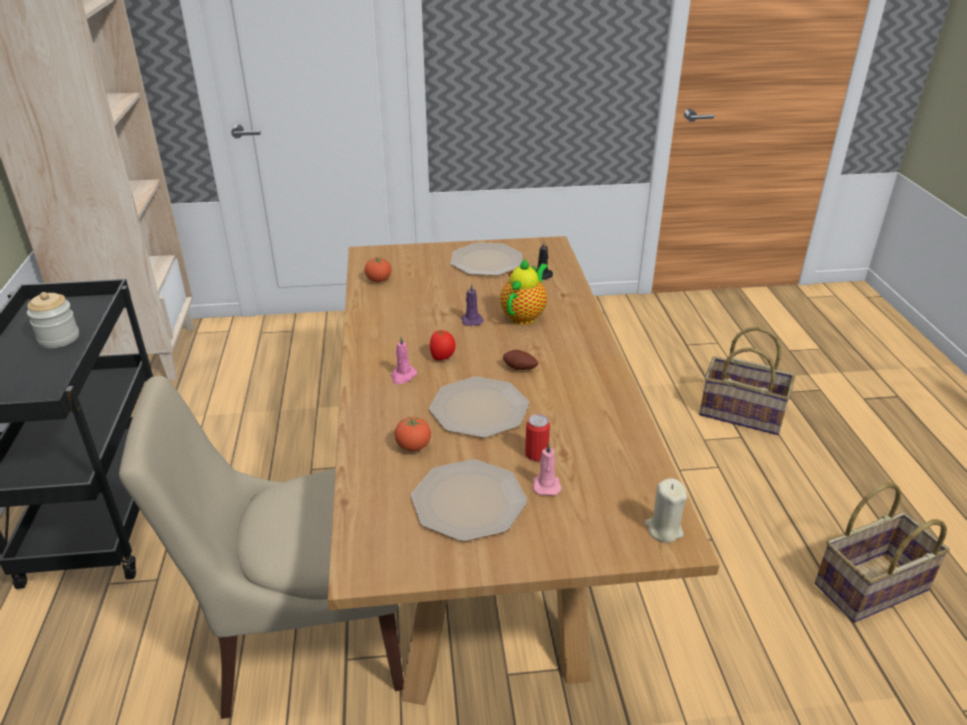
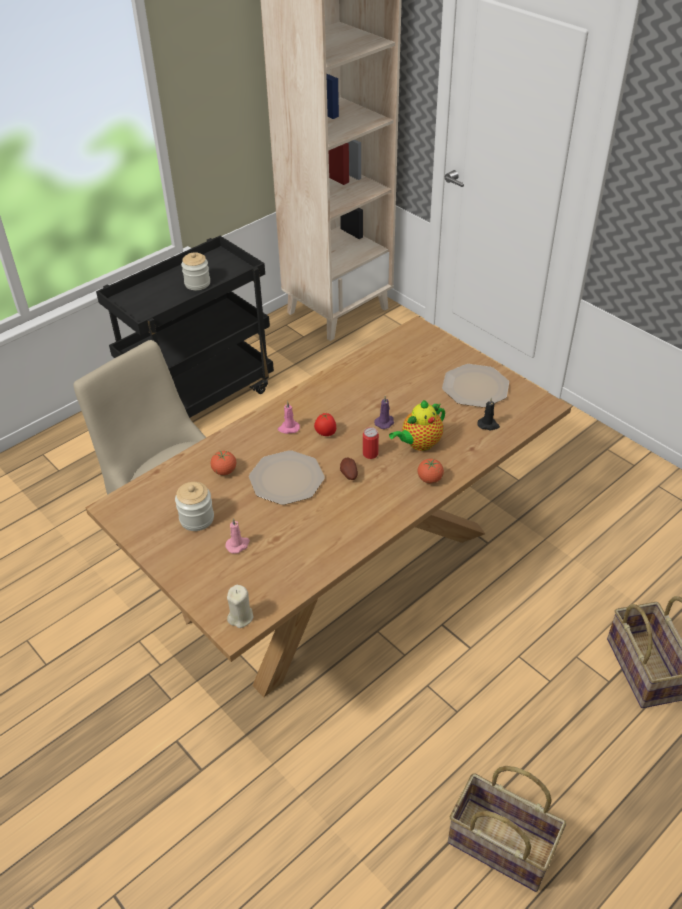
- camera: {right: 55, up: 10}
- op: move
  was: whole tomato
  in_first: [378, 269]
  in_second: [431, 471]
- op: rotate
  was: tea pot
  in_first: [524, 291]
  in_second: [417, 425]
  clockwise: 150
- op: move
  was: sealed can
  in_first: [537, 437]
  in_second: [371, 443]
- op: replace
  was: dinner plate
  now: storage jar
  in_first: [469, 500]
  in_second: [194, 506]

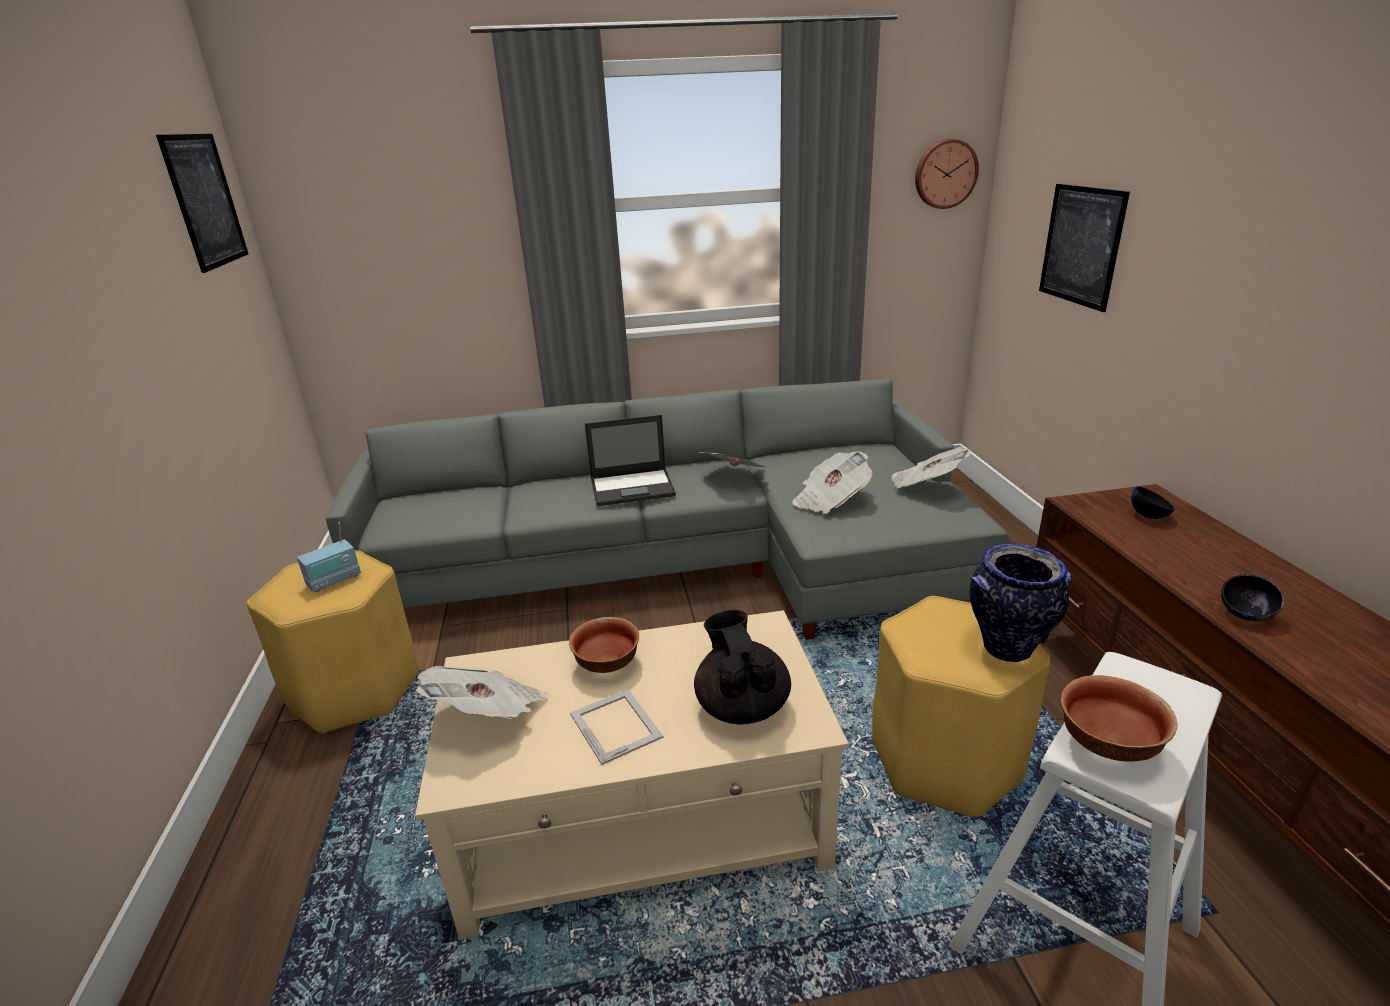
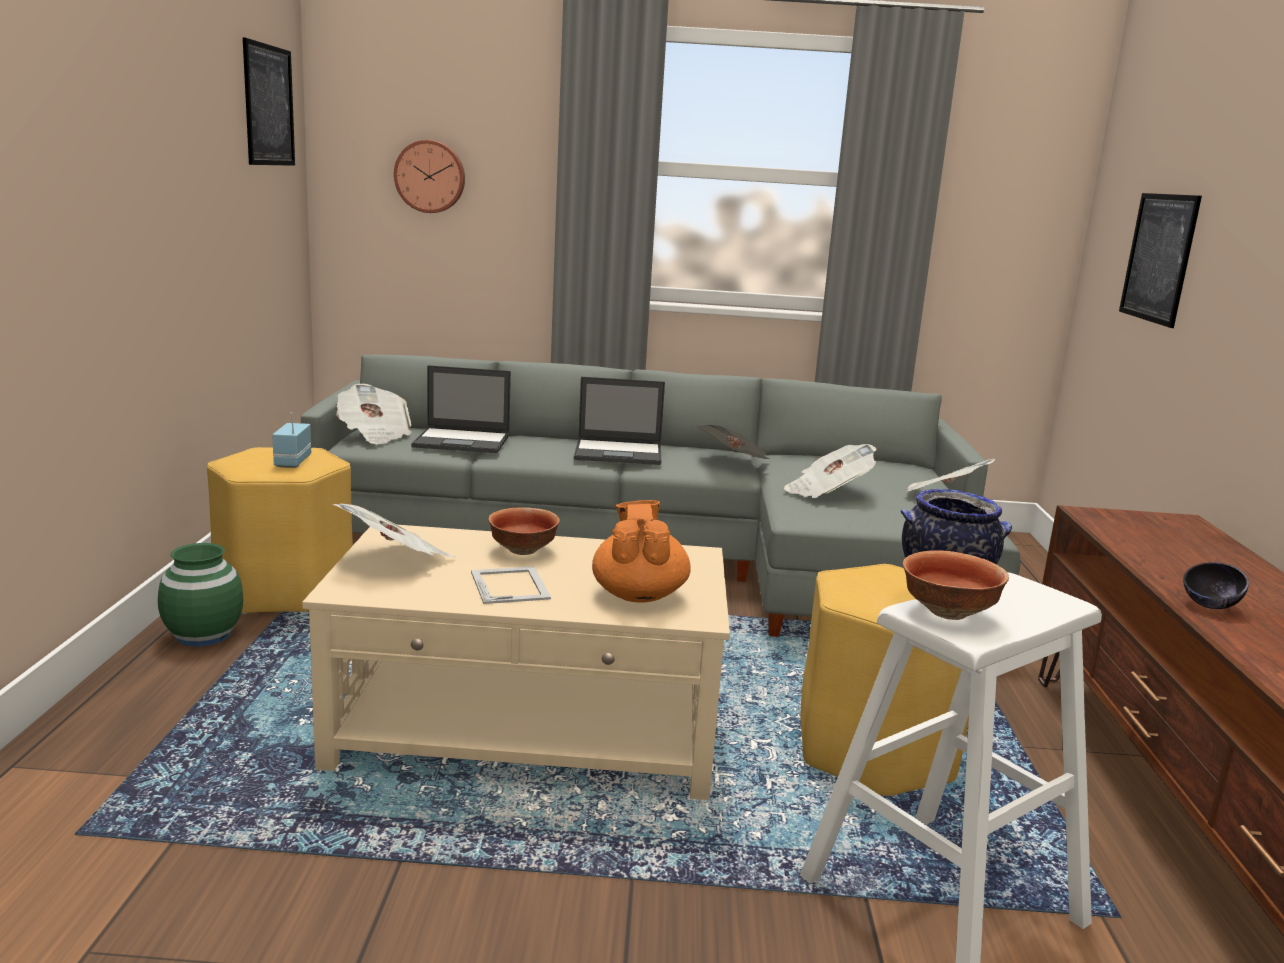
- camera: {right: 10, up: -10}
- op: move
  was: clock on the wall
  in_first: [947, 174]
  in_second: [429, 176]
- op: delete
  was: deep dish (black-coloured)
  in_first: [1153, 502]
- op: rotate
  was: radio
  in_first: [329, 557]
  in_second: [291, 440]
  clockwise: 120
- op: recolor
  was: tea pot (black-coloured)
  now: tea pot (orange-coloured)
  in_first: [742, 667]
  in_second: [641, 551]
- op: insert
  now: notebook computer
  in_second: [461, 409]
- op: insert
  now: printed paper
  in_second: [374, 414]
- op: insert
  now: flower vase (greenish)
  in_second: [200, 595]

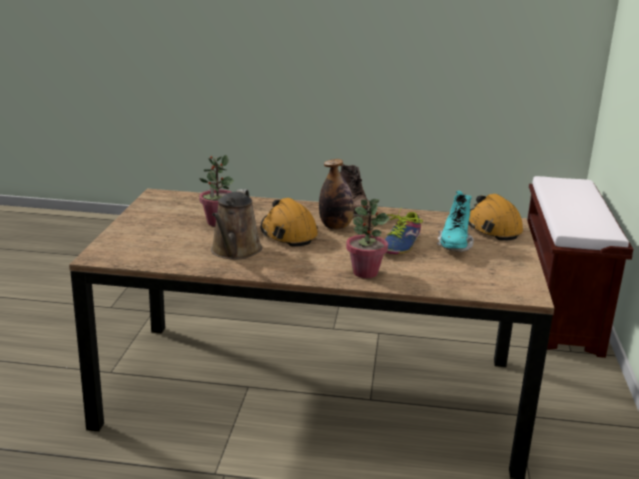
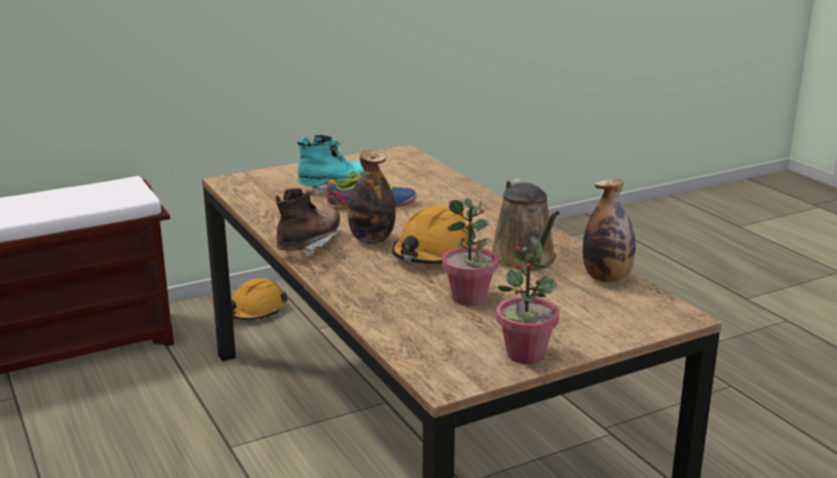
- camera: {right: -125, up: 0}
- op: rotate
  was: watering can (brown-coloured)
  in_first: [236, 224]
  in_second: [526, 225]
  clockwise: 105
- op: move
  was: safety helmet (orange-coloured)
  in_first: [495, 217]
  in_second: [259, 299]
- op: move
  was: houseplant
  in_first: [367, 238]
  in_second: [527, 302]
- op: insert
  now: beverage bottle
  in_second: [609, 230]

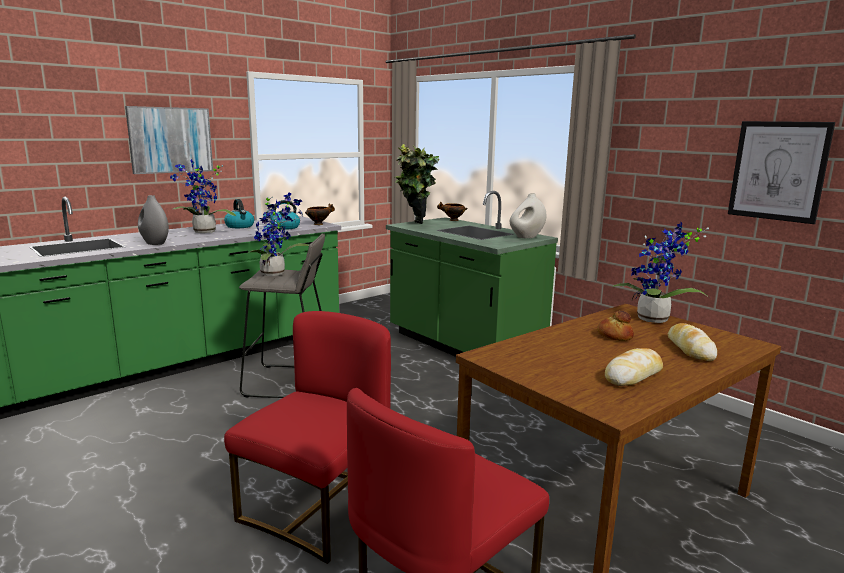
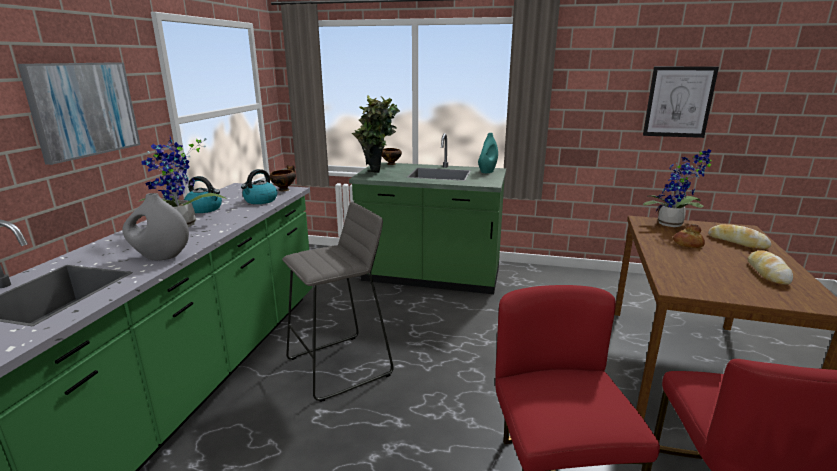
- camera: {right: -35, up: 5}
- op: delete
  was: houseplant
  in_first: [278, 234]
- op: recolor
  was: flower vase (white)
  now: flower vase (blue-green)
  in_first: [528, 215]
  in_second: [488, 153]

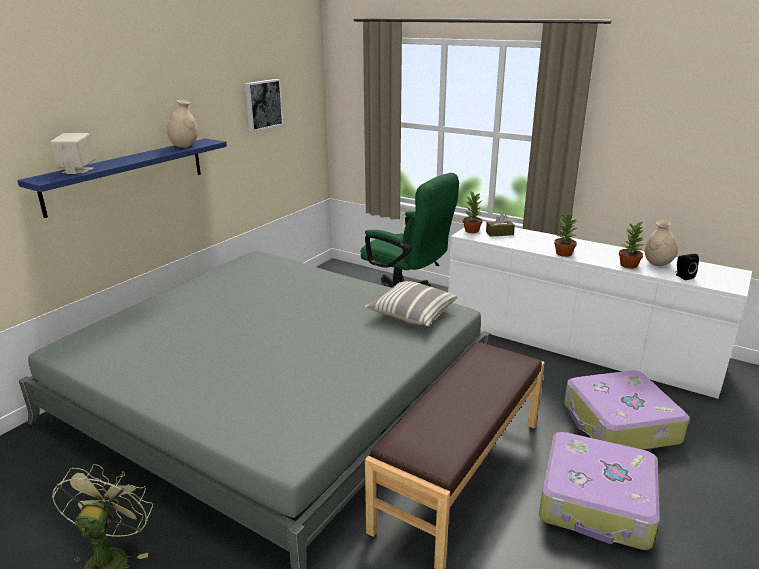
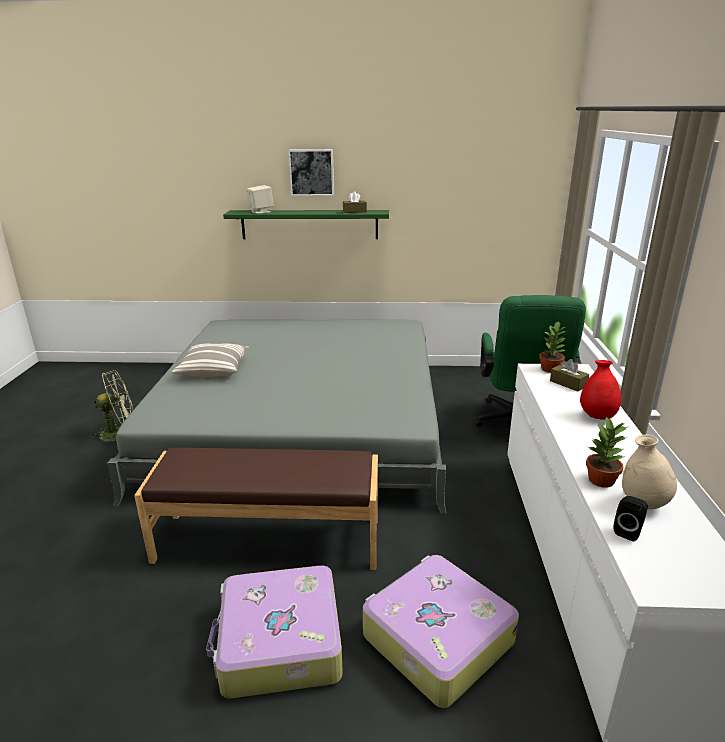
- camera: {right: 60, up: 0}
- op: move
  was: picture
  in_first: [264, 105]
  in_second: [311, 172]
- op: replace
  was: flower vase (beige)
  now: tissue box (brown-coloured)
  in_first: [182, 124]
  in_second: [355, 202]
- op: recolor
  was: shelf (bluish)
  now: shelf (greenish)
  in_first: [122, 178]
  in_second: [306, 224]
- op: delete
  was: houseplant
  in_first: [565, 234]
- op: move
  was: throw pillow
  in_first: [411, 303]
  in_second: [210, 360]
- op: insert
  now: flower vase (reddish)
  in_second: [600, 390]

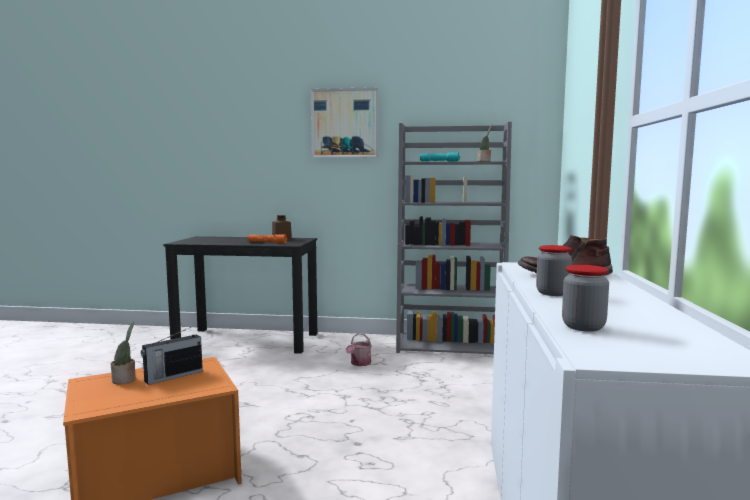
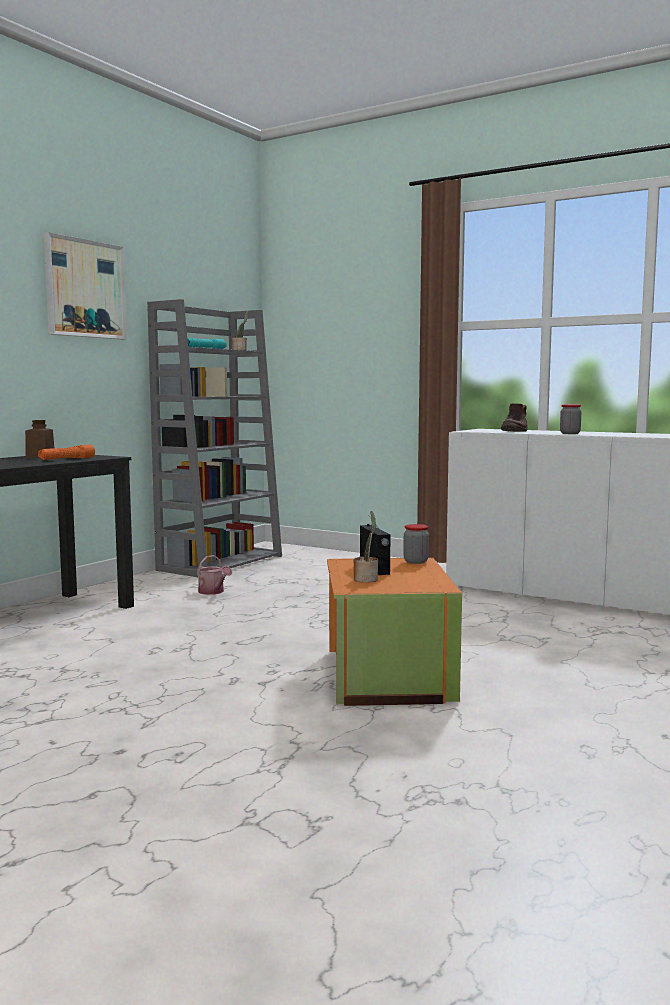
- camera: {right: -65, up: 0}
- op: move
  was: storage jar
  in_first: [585, 298]
  in_second: [416, 544]

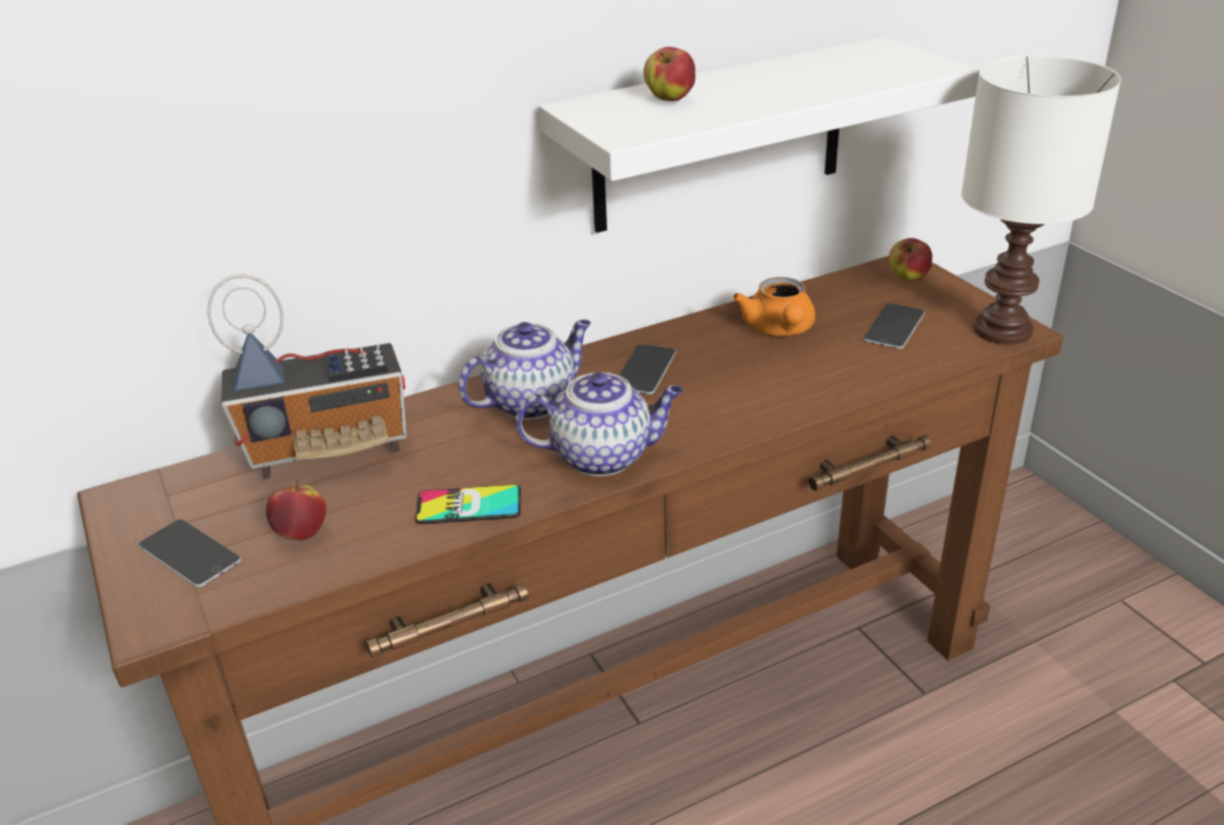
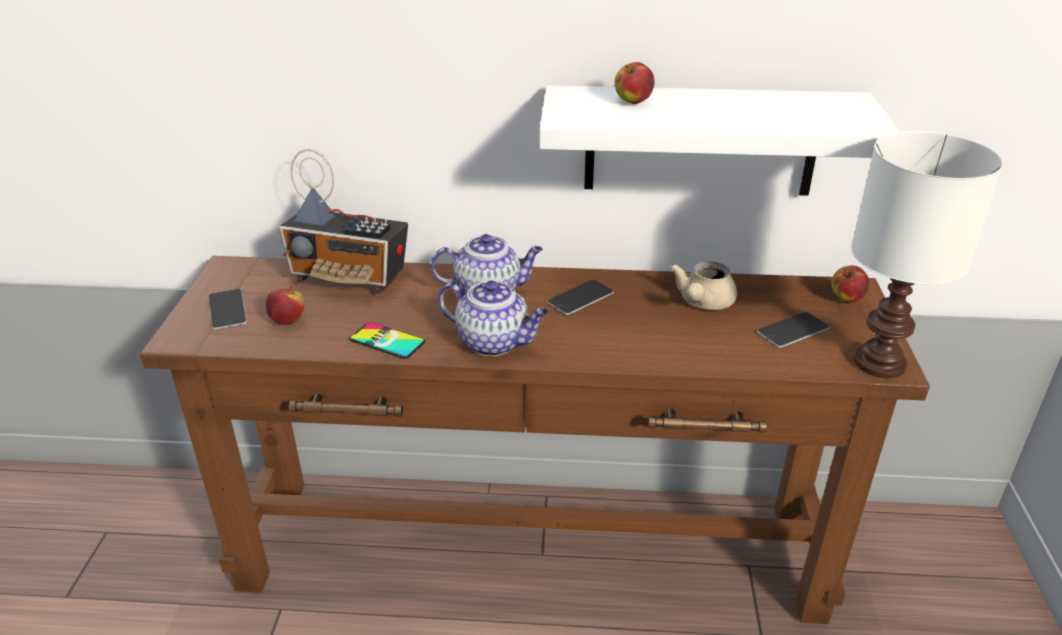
- camera: {right: 30, up: 0}
- op: recolor
  was: tea pot (orange-coloured)
  now: tea pot (beige)
  in_first: [774, 306]
  in_second: [703, 285]

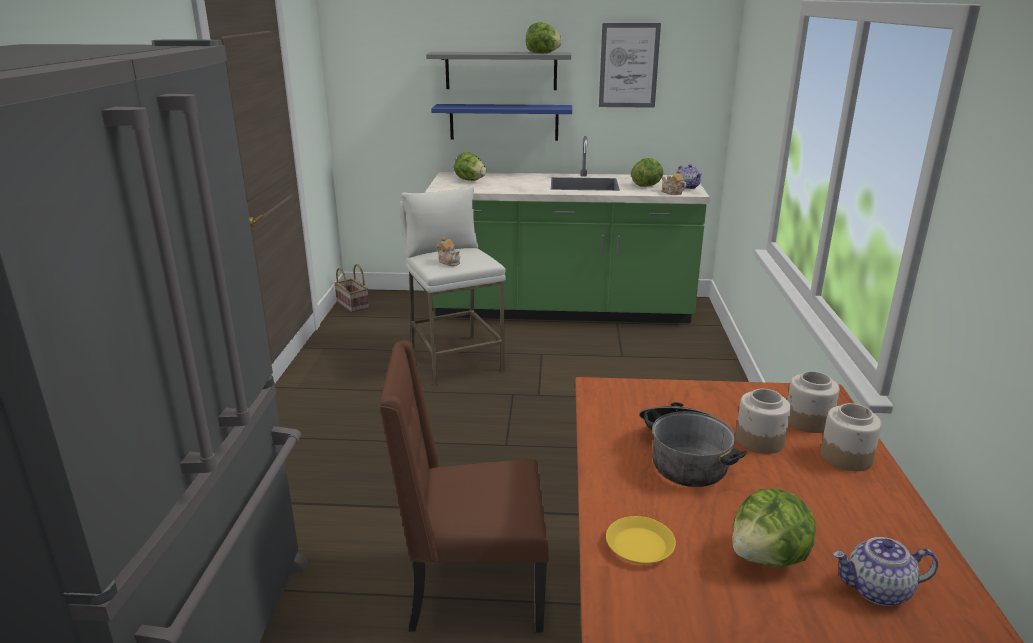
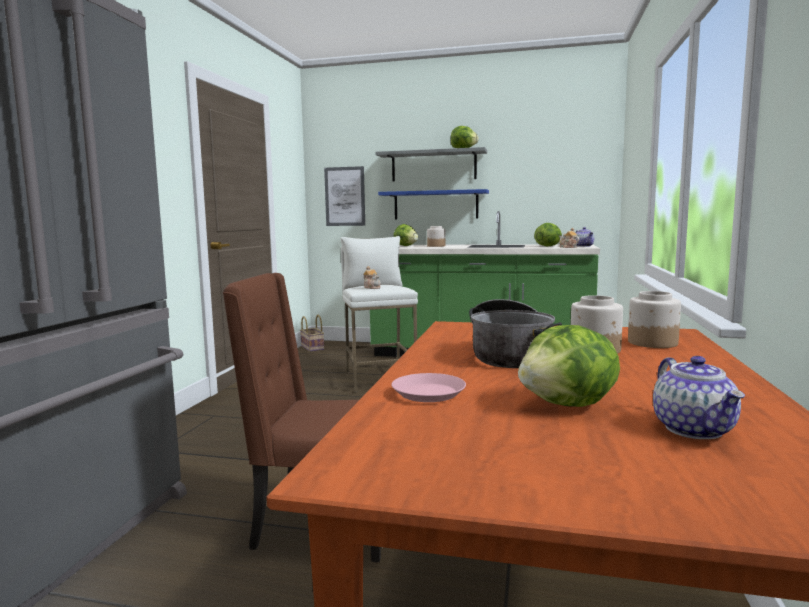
- camera: {right: 10, up: -15}
- op: move
  was: picture
  in_first: [630, 65]
  in_second: [344, 196]
- op: move
  was: storage jar
  in_first: [851, 437]
  in_second: [436, 236]
- op: recolor
  was: dinner plate (yellowish)
  now: dinner plate (pink)
  in_first: [641, 540]
  in_second: [428, 387]
- op: rotate
  was: tea pot
  in_first: [885, 571]
  in_second: [699, 397]
  clockwise: -105

